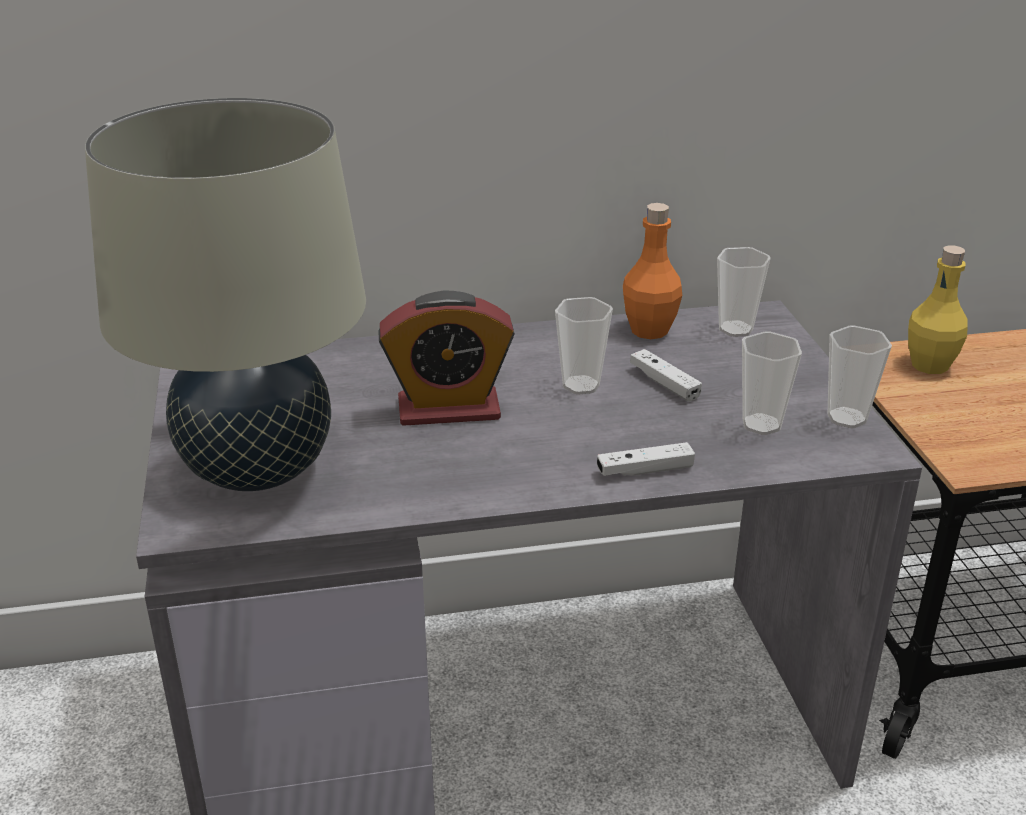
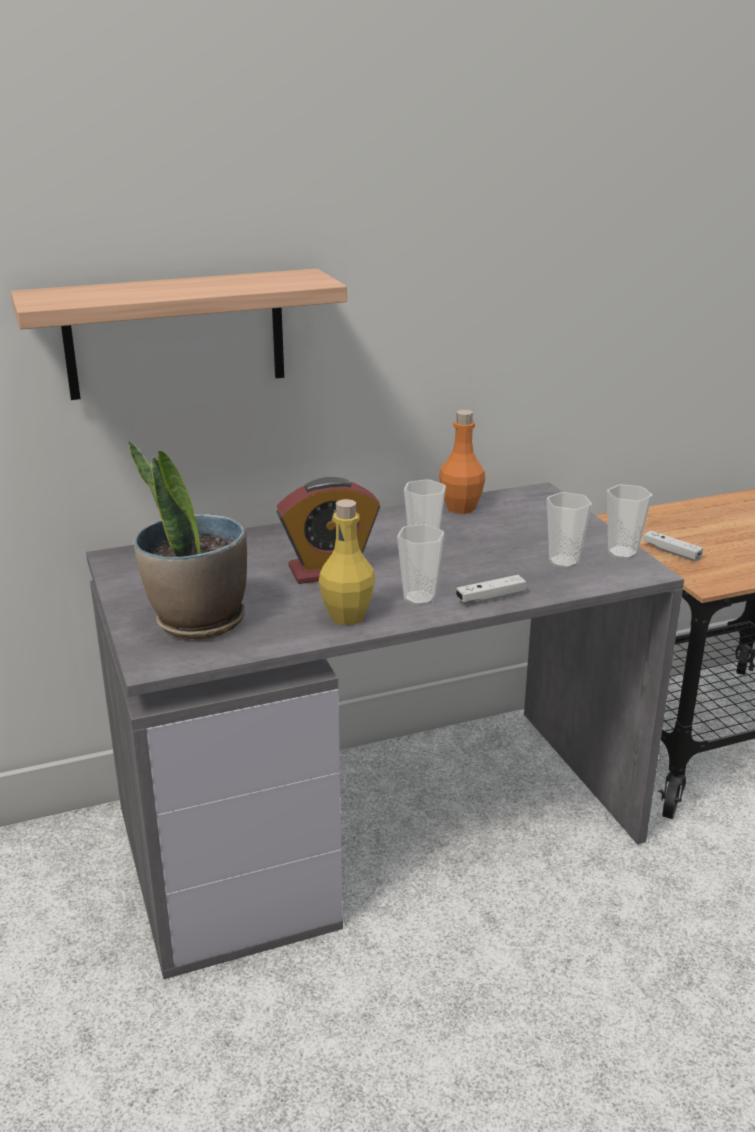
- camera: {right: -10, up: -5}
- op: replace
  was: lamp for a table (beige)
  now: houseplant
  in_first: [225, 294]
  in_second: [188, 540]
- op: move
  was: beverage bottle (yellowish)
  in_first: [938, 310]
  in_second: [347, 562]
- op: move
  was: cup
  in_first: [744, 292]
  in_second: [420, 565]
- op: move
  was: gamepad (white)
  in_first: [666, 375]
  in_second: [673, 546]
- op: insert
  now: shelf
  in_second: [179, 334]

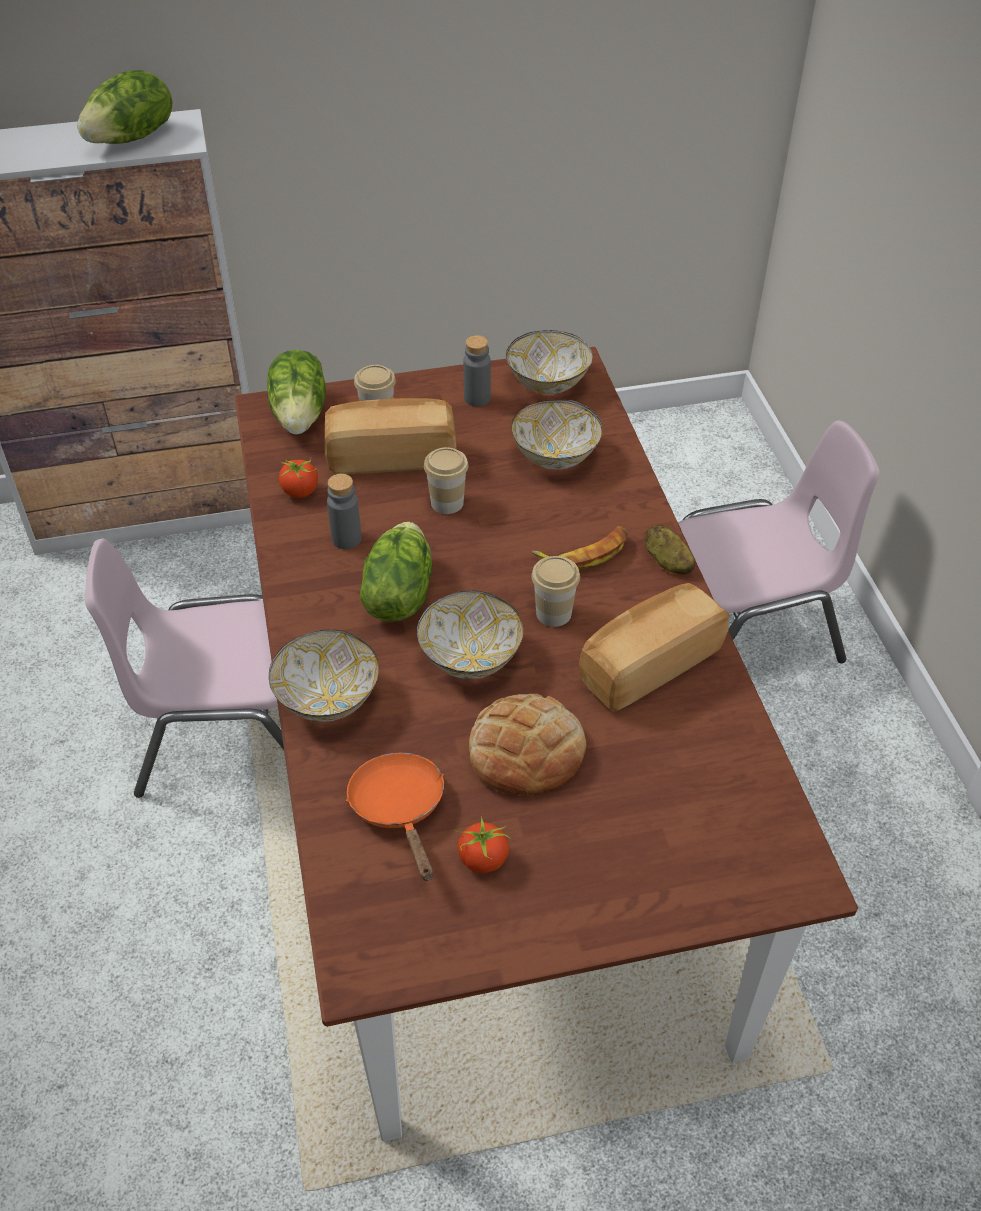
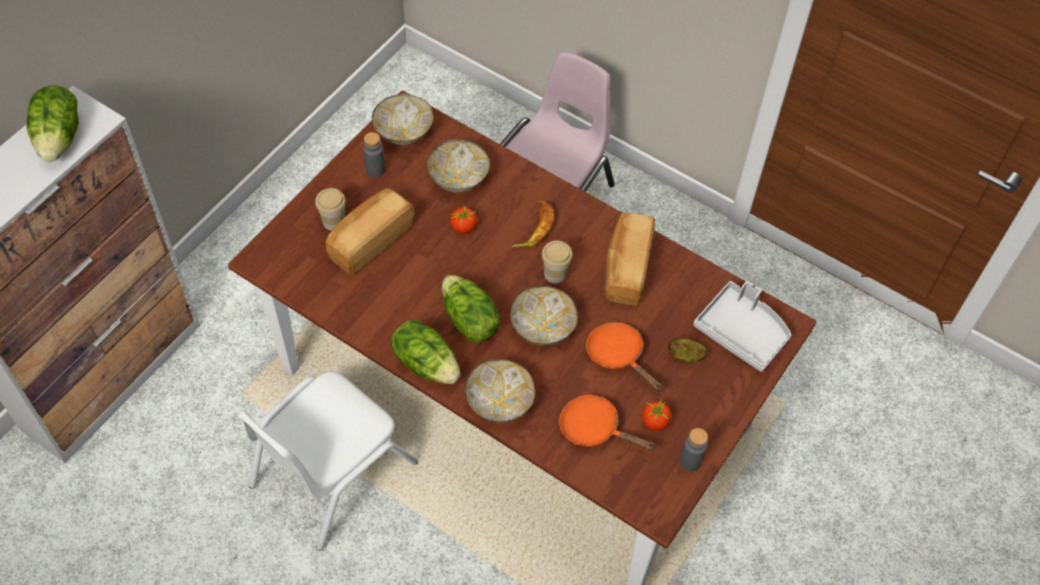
- camera: {right: -45, up: 10}
- op: move
  was: head of lettuce
  in_first: [296, 392]
  in_second: [426, 352]
- op: delete
  was: cup
  in_first: [446, 480]
- op: move
  was: whole tomato
  in_first: [298, 478]
  in_second: [463, 219]
- op: move
  was: beverage bottle (greyish)
  in_first: [344, 511]
  in_second: [694, 449]
- op: move
  was: spud
  in_first: [670, 549]
  in_second: [687, 350]
- op: recolor
  was: chair (pink)
  now: chair (white)
  in_first: [184, 668]
  in_second: [327, 461]
- op: replace
  was: bakery bread
  now: frying pan (orange-coloured)
  in_first: [527, 744]
  in_second: [624, 357]
- op: insert
  now: serving tray (greyish)
  in_second: [742, 326]

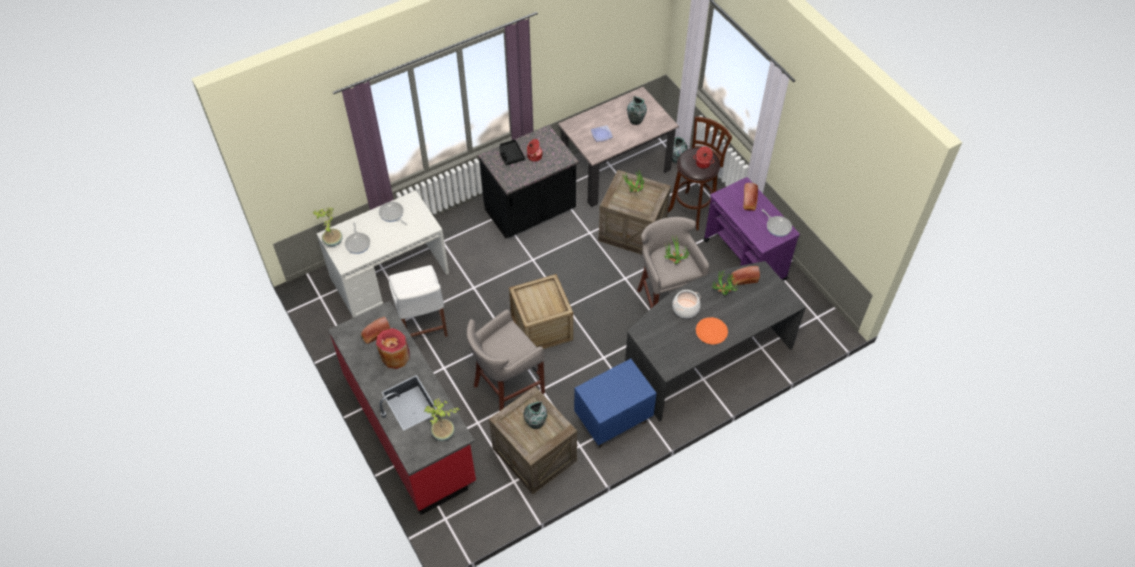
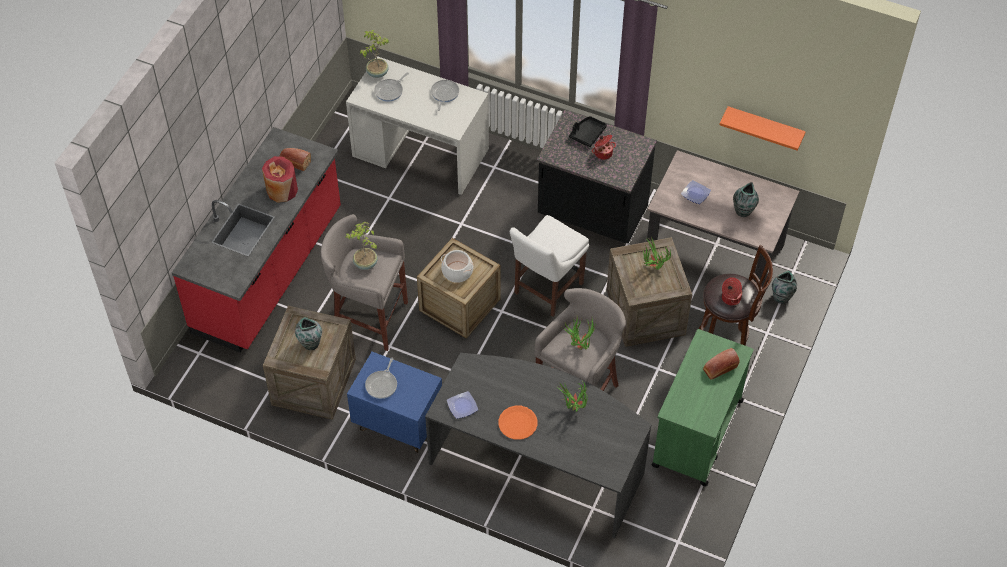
- camera: {right: 55, up: 0}
- op: recolor
  was: trolley (purple)
  now: trolley (greenish)
  in_first: [751, 228]
  in_second: [703, 407]
- op: move
  was: frying pan
  in_first: [777, 223]
  in_second: [381, 378]
- op: move
  was: chair (white)
  in_first: [418, 301]
  in_second: [549, 266]
- op: delete
  was: bakery bread
  in_first: [745, 275]
- op: move
  was: stockpot
  in_first: [686, 304]
  in_second: [457, 266]
- op: move
  was: houseplant
  in_first: [442, 419]
  in_second: [361, 246]
- op: insert
  now: shelf (orange-coloured)
  in_second: [762, 128]
- op: insert
  now: dinner plate
  in_second: [462, 405]

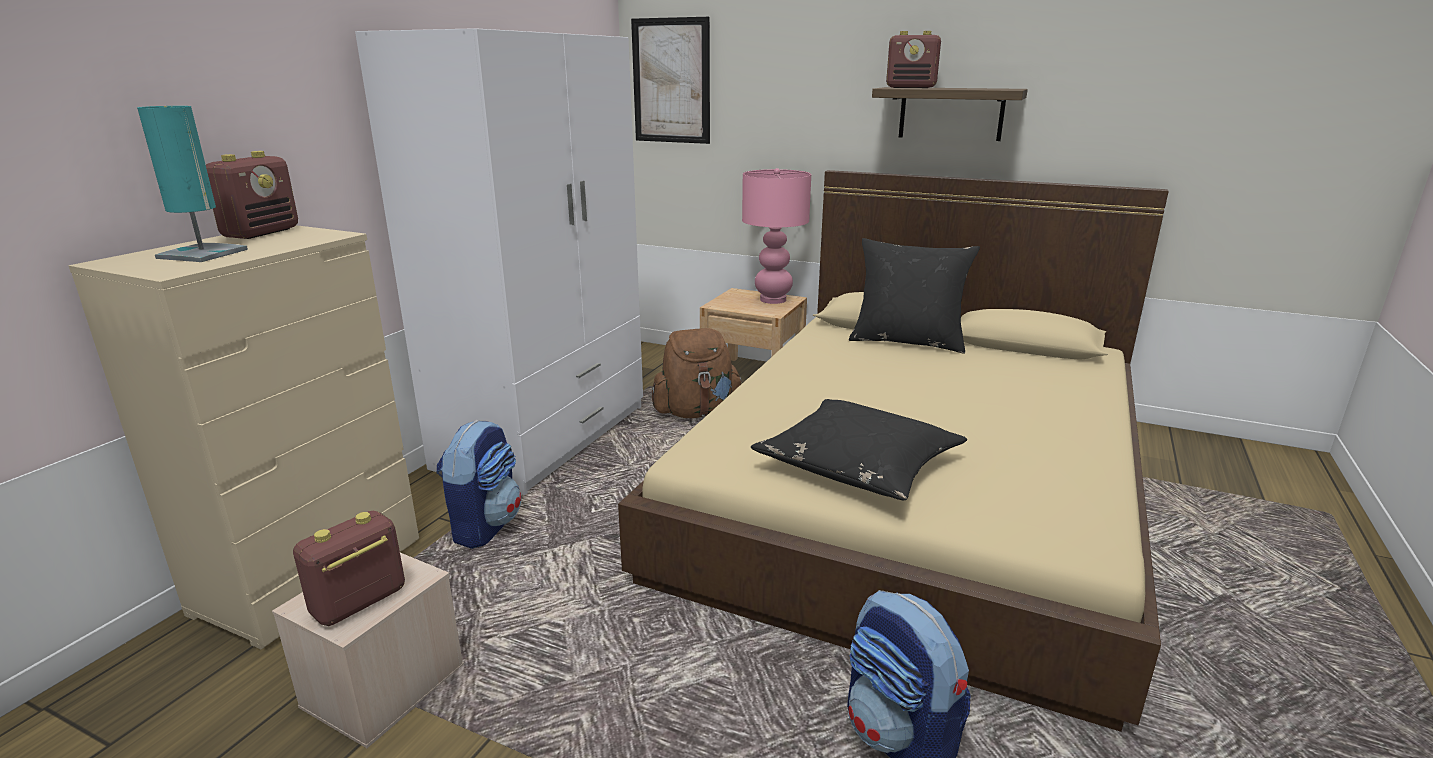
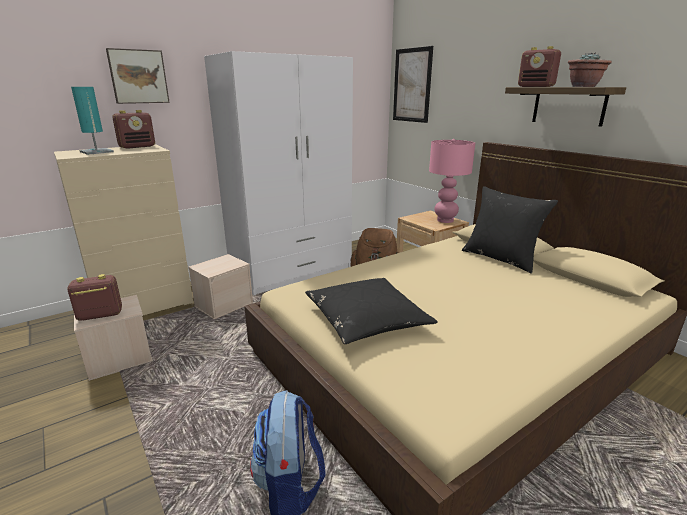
- camera: {right: 30, up: 0}
- op: replace
  was: backpack
  now: storage box (beige)
  in_first: [479, 484]
  in_second: [220, 286]
- op: insert
  now: picture
  in_second: [138, 76]
- op: insert
  now: houseplant
  in_second: [590, 70]

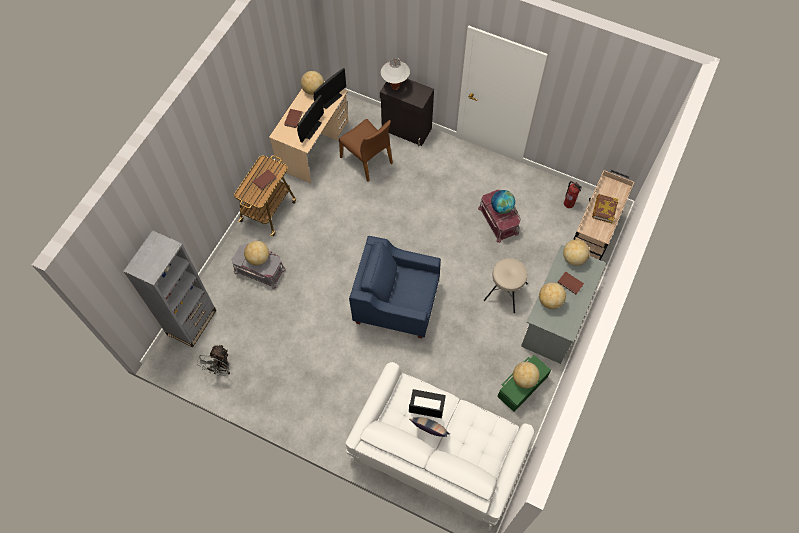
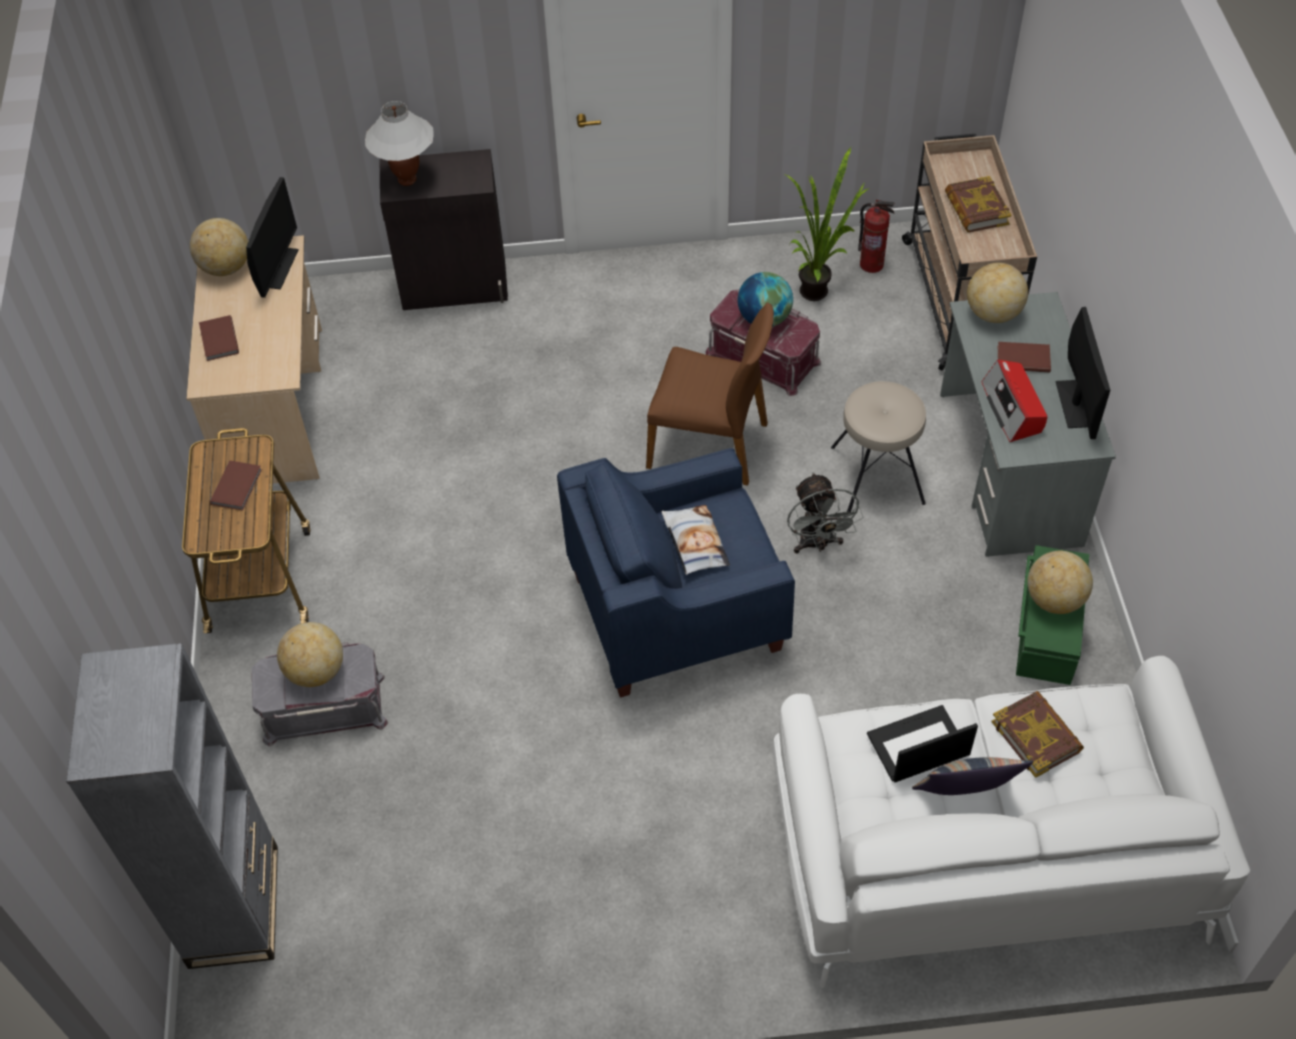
- camera: {right: -30, up: -10}
- op: move
  was: computer display
  in_first: [310, 119]
  in_second: [1083, 373]
- op: move
  was: chair (brown-coloured)
  in_first: [366, 150]
  in_second: [710, 394]
- op: replace
  was: world globe
  now: radio
  in_first: [552, 295]
  in_second: [1014, 401]
- op: move
  was: fan (greyish)
  in_first: [213, 360]
  in_second: [825, 512]
- op: insert
  now: houseplant
  in_second: [828, 224]
- op: insert
  now: throw pillow
  in_second: [696, 540]
- op: insert
  now: bound book
  in_second: [1037, 734]

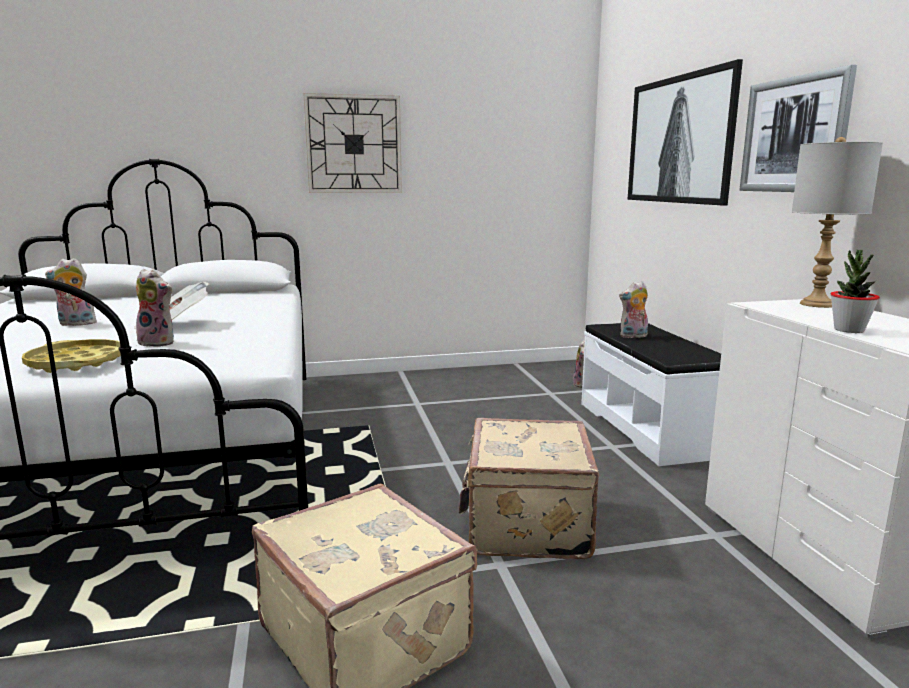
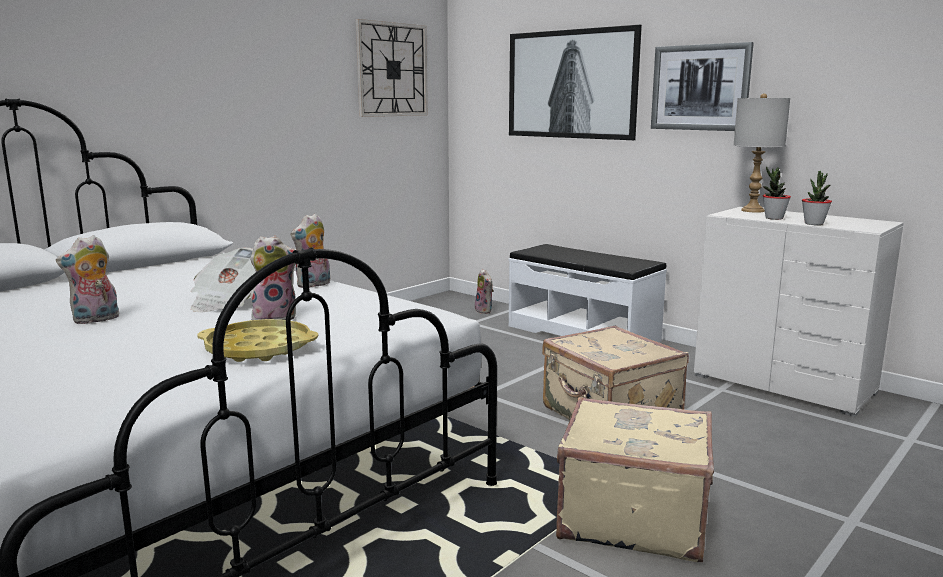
- camera: {right: -35, up: 0}
- op: move
  was: clock on the wall
  in_first: [352, 143]
  in_second: [392, 68]
- op: move
  was: soft toy
  in_first: [633, 309]
  in_second: [310, 250]
- op: insert
  now: houseplant
  in_second: [777, 193]

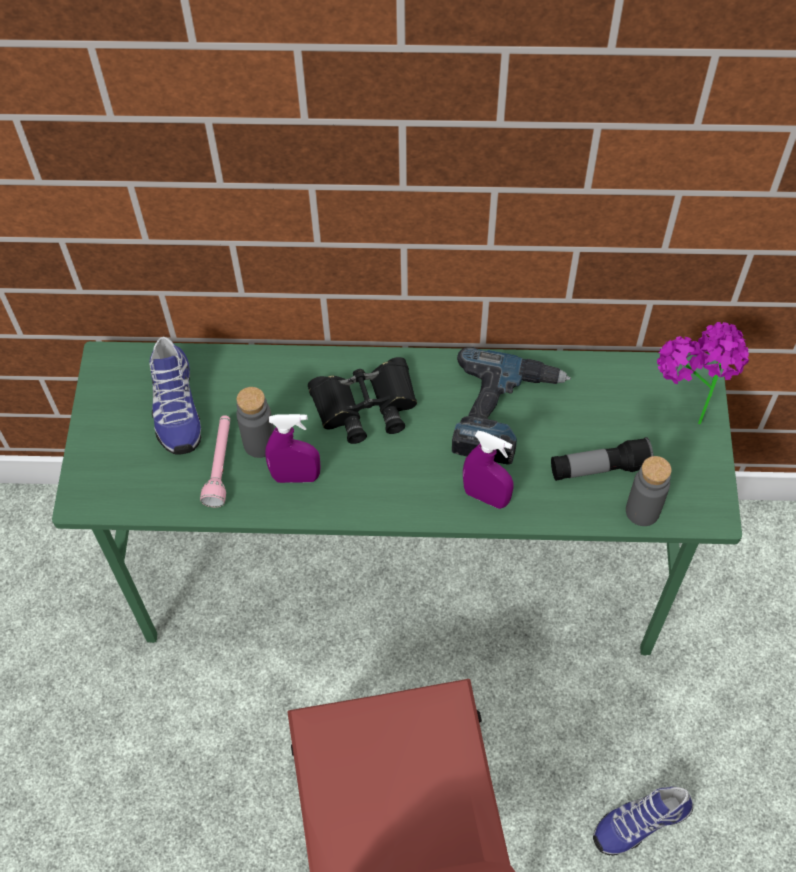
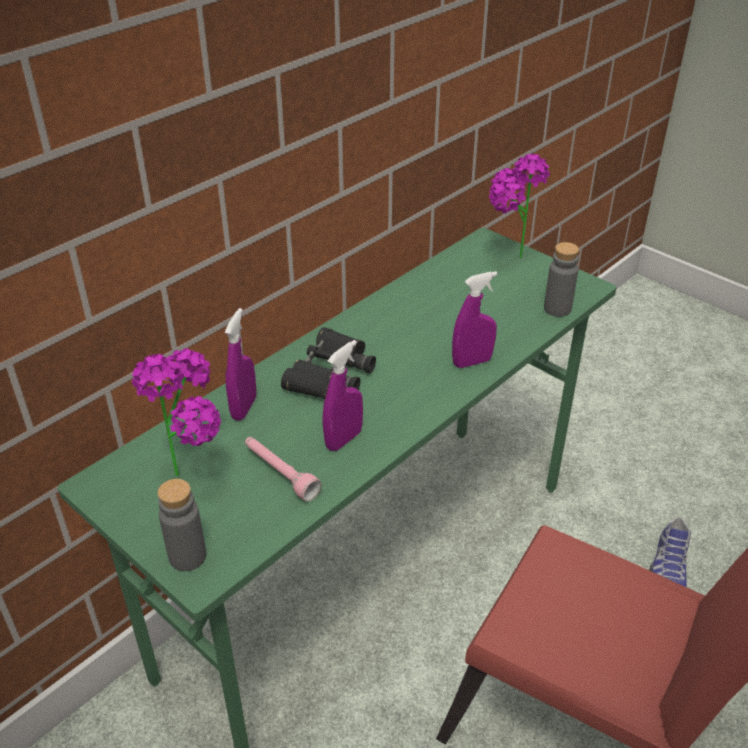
- camera: {right: -50, up: -20}
- op: replace
  was: low shoe
  now: houseplant
  in_first: [175, 396]
  in_second: [176, 412]
- op: delete
  was: drill
  in_first: [511, 406]
- op: move
  was: beverage bottle (greyish)
  in_first: [255, 422]
  in_second: [182, 525]
- op: delete
  was: flashlight
  in_first: [602, 459]
- op: insert
  now: hand sprayer (purple)
  in_second: [240, 364]

